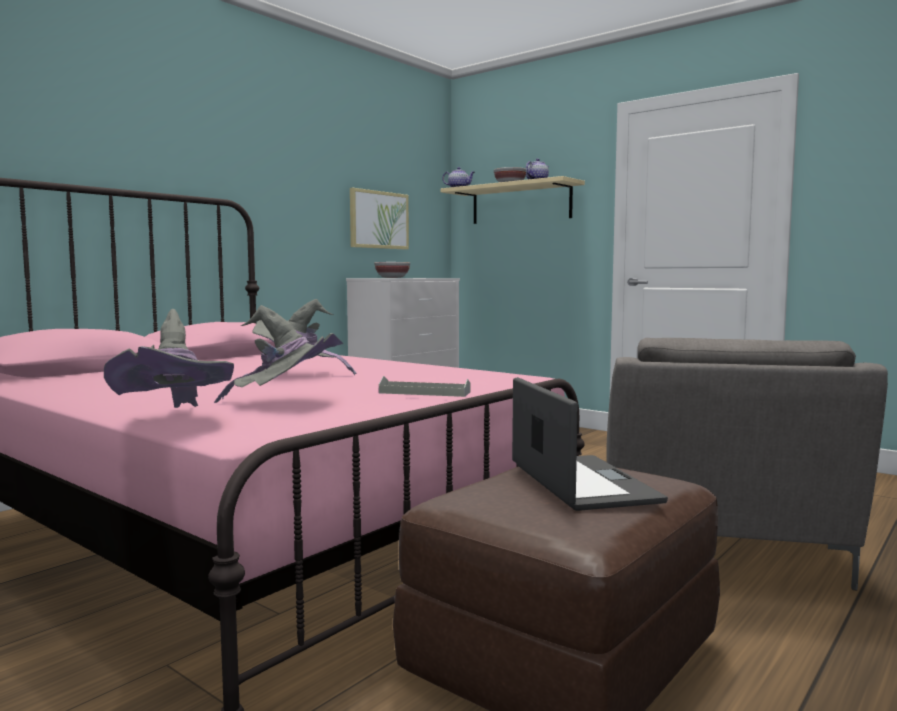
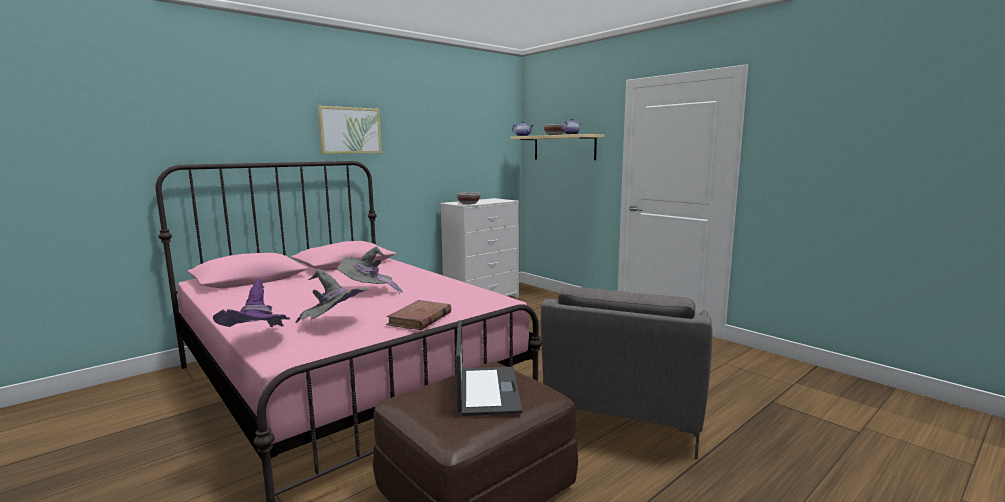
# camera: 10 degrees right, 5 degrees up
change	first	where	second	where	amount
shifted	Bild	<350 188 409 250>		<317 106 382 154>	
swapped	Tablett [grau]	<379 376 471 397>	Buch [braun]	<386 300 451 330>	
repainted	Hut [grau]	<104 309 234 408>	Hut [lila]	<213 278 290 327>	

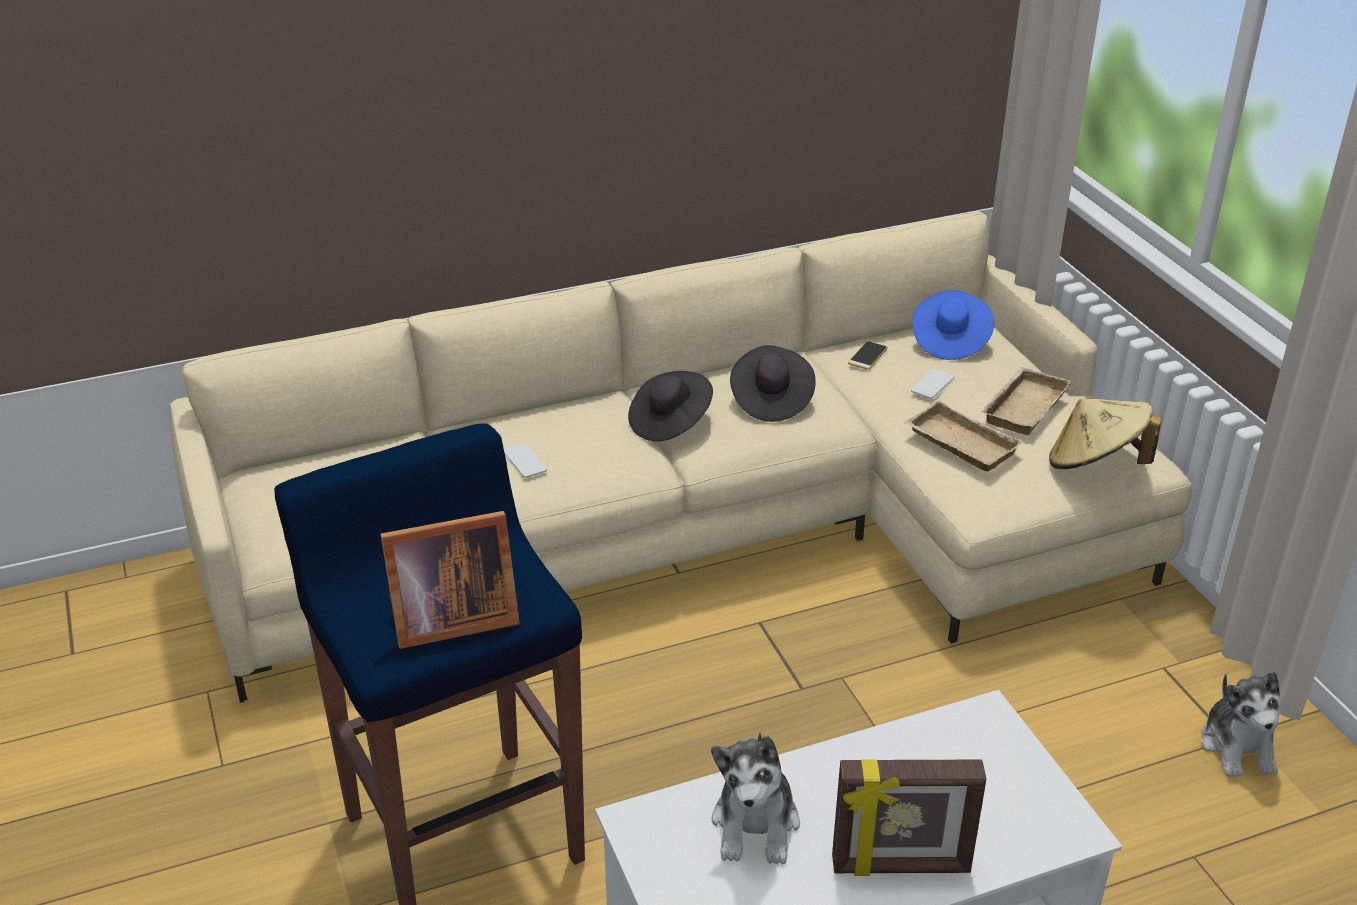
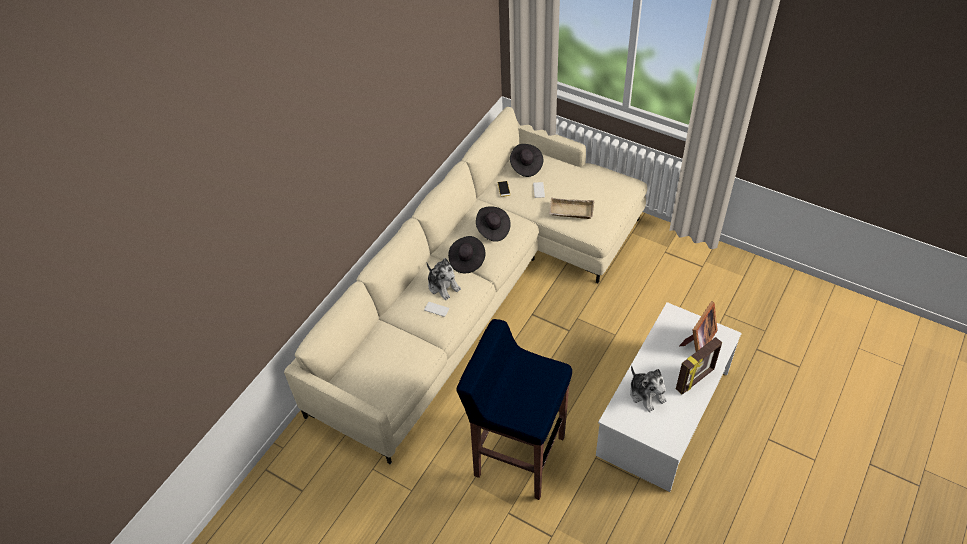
# camera: 35 degrees left, 15 degrees up
change	first	where	second	where	amount
gone	Tablett [beige]	<981 367 1071 435>			
gone	Hut [beige]	<1049 398 1162 469>			
shifted	Bilderrahmen	<380 511 520 649>		<679 301 718 352>	
shifted	Plüschtier	<1201 672 1281 777>		<427 258 461 300>	
repainted	Hut [blau]	<912 290 994 360>	Hut [schwarz]	<510 144 543 177>	

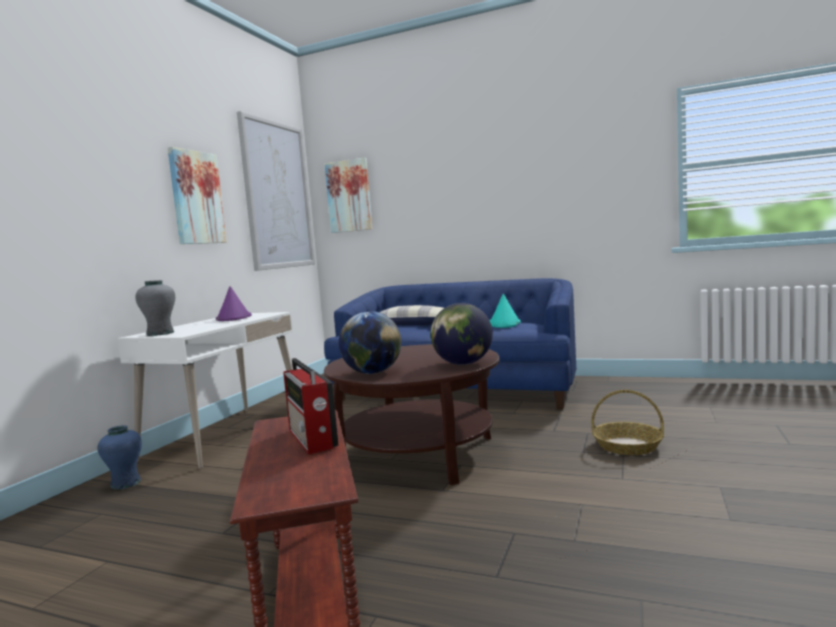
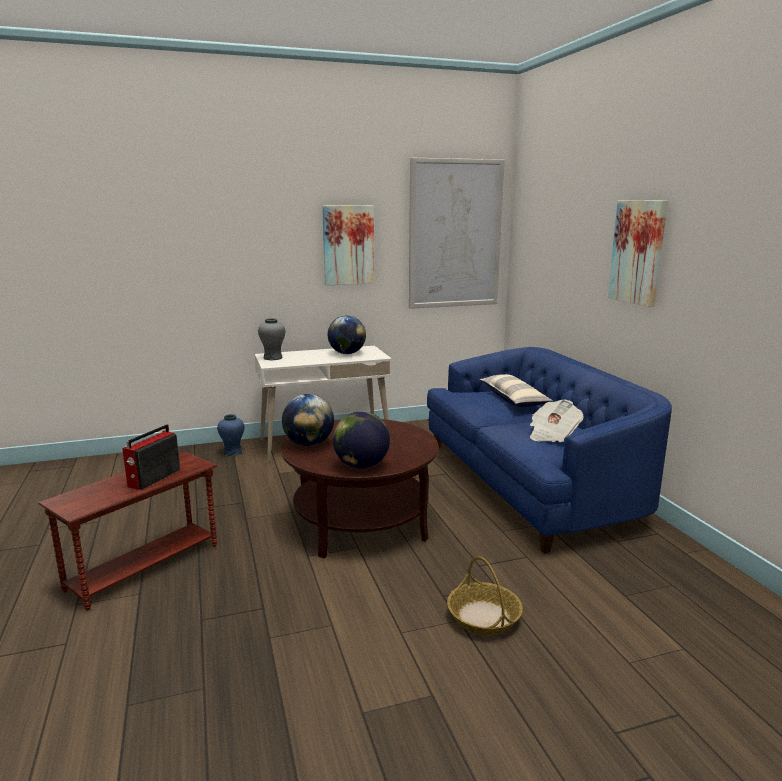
# camera: 50 degrees right, 10 degrees up
change	first	where	second	where	amount
shifted	Bild	<324 158 372 233>		<608 200 668 307>	
swapped	Hut [lila]	<216 286 252 321>	Globus	<328 316 366 354>	
swapped	Hut [türkis]	<490 294 521 328>	Zeitung	<530 400 583 442>	

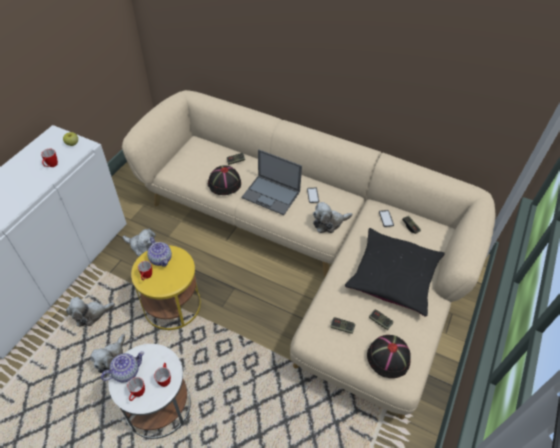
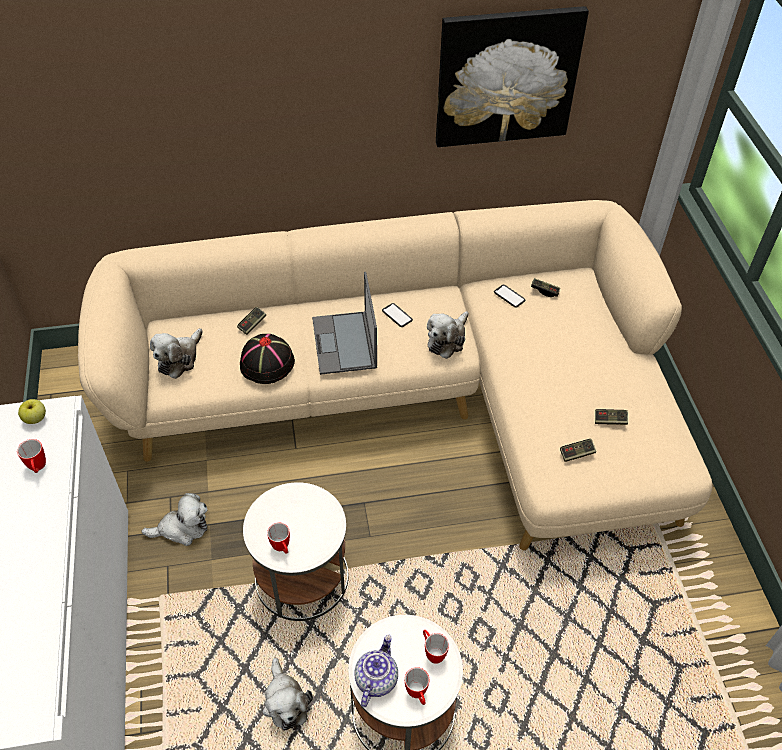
# camera: 35 degrees left, 0 degrees up
change	first	where	second	where	amount
gone	Teekanne	<147 237 172 267>			
gone	Kissen [schwarz]	<345 228 445 316>			
gone	Hut [schwarz]	<367 335 411 378>			
new			Bild	<436 6 589 147>	
shifted	Plüschtier	<66 297 115 327>		<150 328 203 379>	
repainted	Beistelltisch [gelb]	<131 245 201 330>	Beistelltisch [weiß]	<243 482 348 621>	
rotated	Laptop	<242 149 302 215>		<312 272 377 375>	90 degrees clockwise

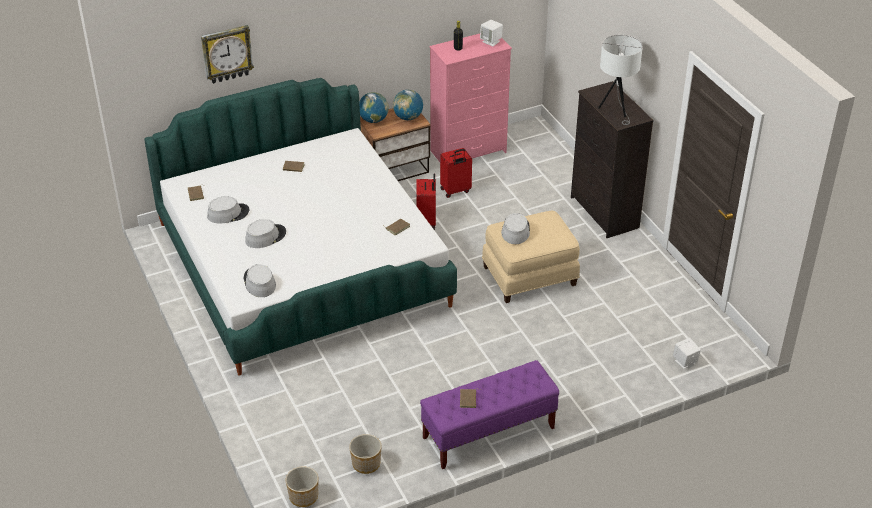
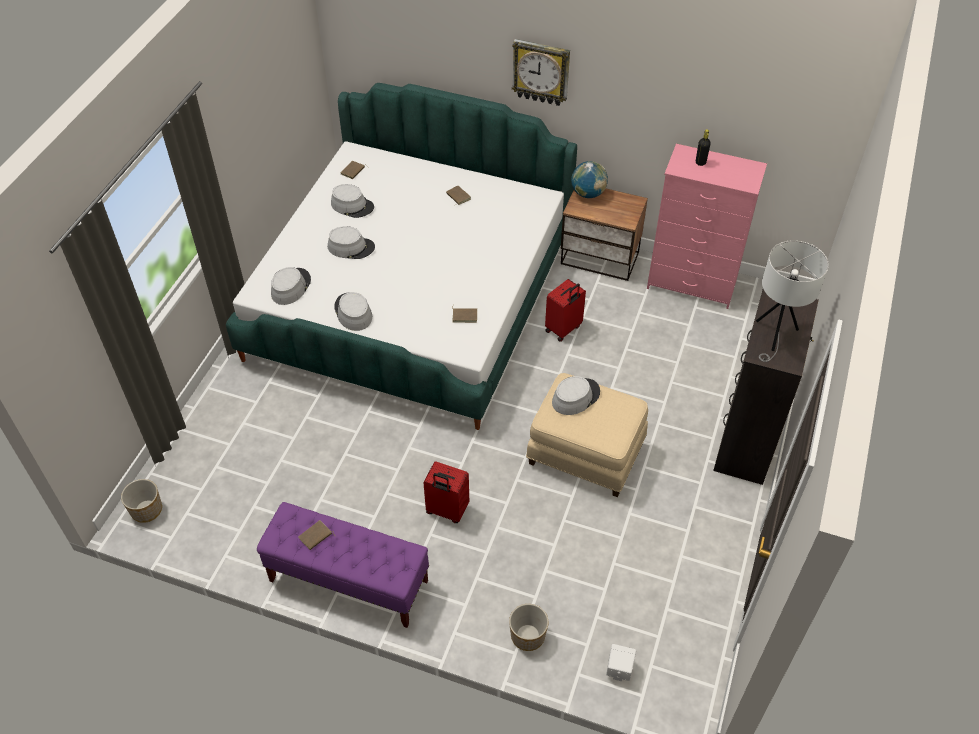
# camera: 45 degrees right, 10 degrees up
change	first	where	second	where	amount
gone	Globus	<393 90 423 120>			
gone	Lautsprecher [weiß]	<480 20 503 46>			
new			Hut [grau]	<334 292 372 331>	
shifted	Wanduhr	<201 25 254 84>		<512 39 570 106>	
shifted	Pflanzkübel	<349 434 381 474>		<509 604 549 651>	
shifted	Koffer [rot]	<440 148 472 198>		<424 461 469 523>	

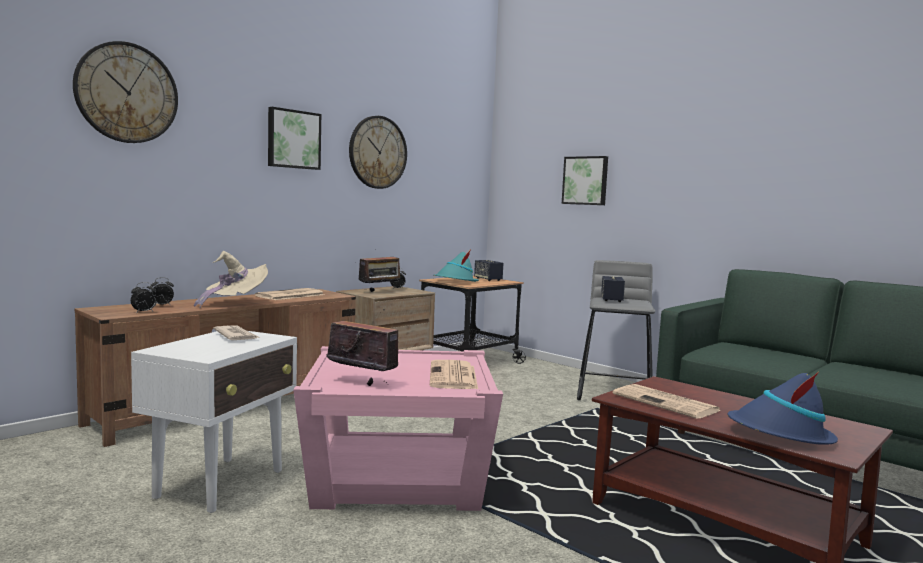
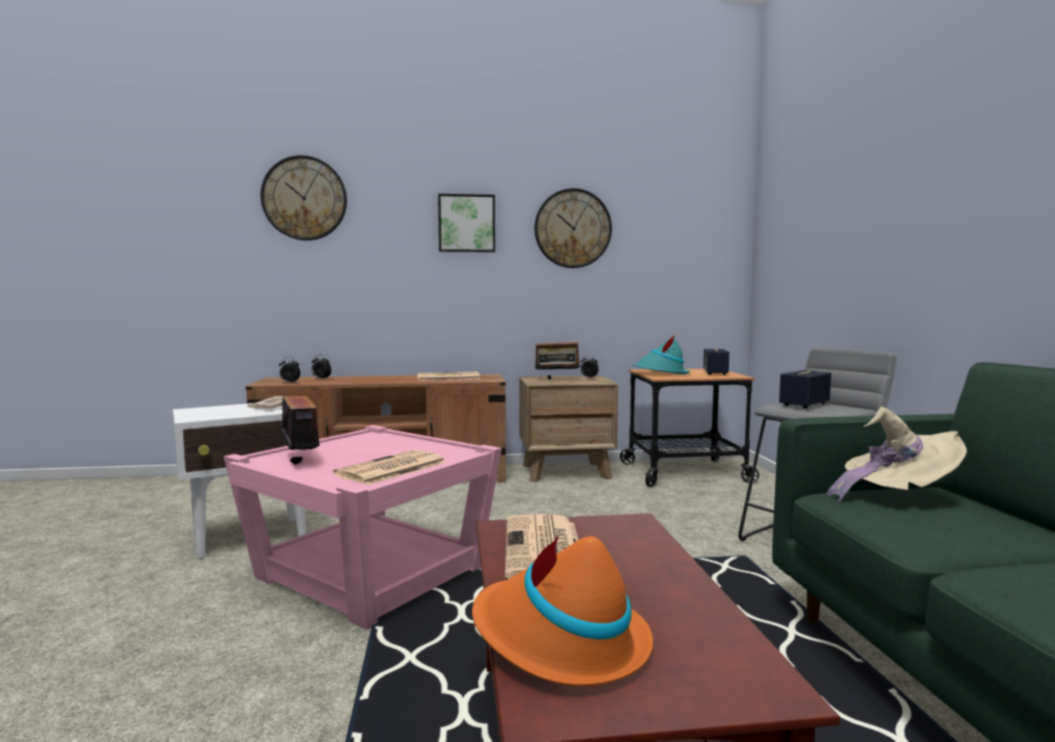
# camera: 40 degrees right, 0 degrees up
change	first	where	second	where	amount
gone	Bild	<562 156 608 205>			
shifted	Hut [beige]	<194 251 268 308>		<826 407 967 503>	
repainted	Hut [blau]	<728 372 838 445>	Hut [orange]	<472 536 653 686>	

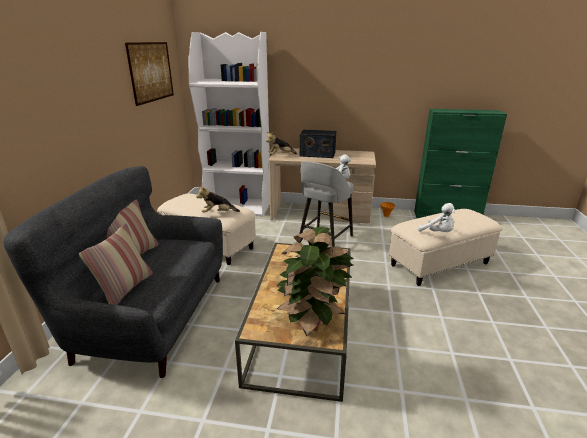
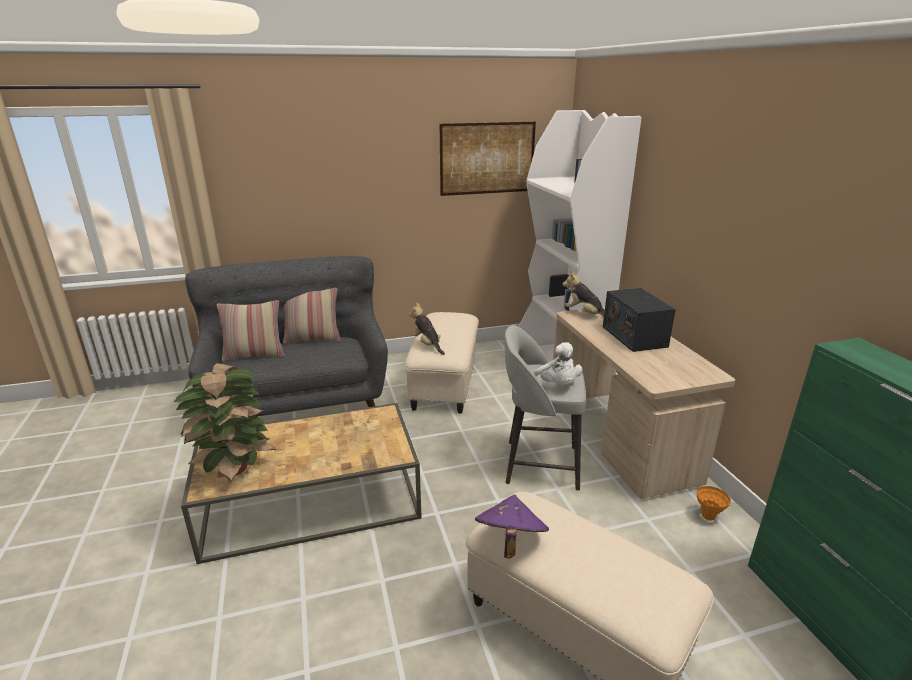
# camera: 65 degrees right, 0 degrees up
change	first	where	second	where	amount
swapped	Plüschtier [weiß]	<418 203 455 232>	Hut [lila]	<475 495 549 558>	

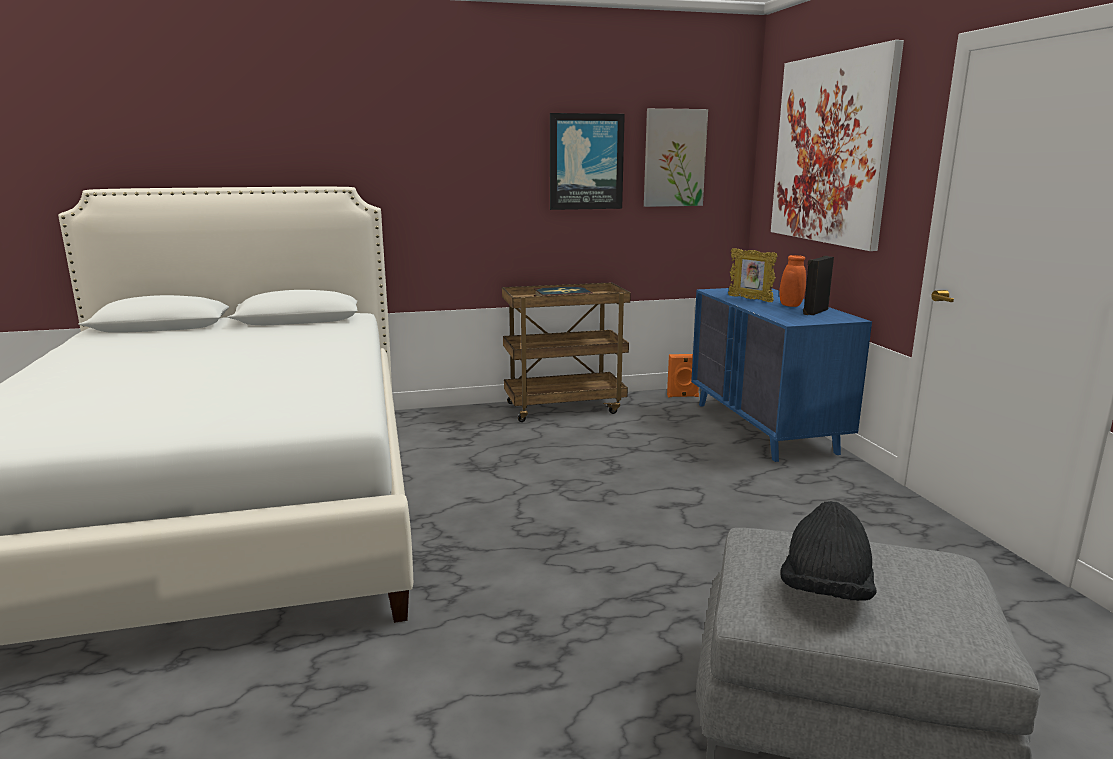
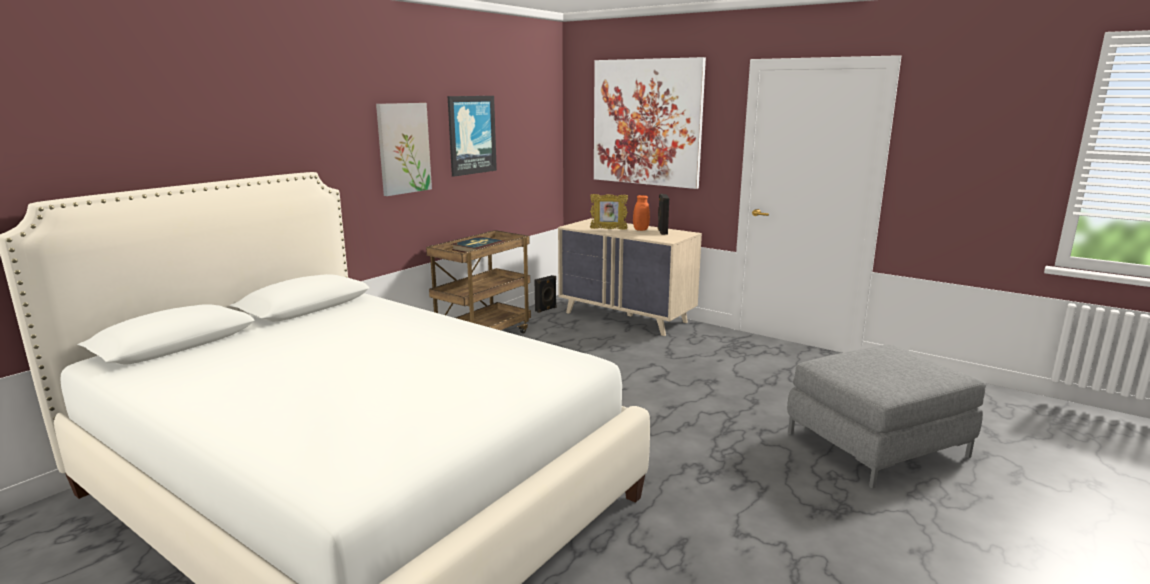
# camera: 40 degrees left, 0 degrees up
change	first	where	second	where	amount
gone	Hut [schwarz]	<780 501 877 601>			
shifted	Bild	<644 108 708 207>		<376 103 432 196>	
repainted	Lautsprecher [orange]	<667 354 699 397>	Lautsprecher [schwarz]	<535 275 557 313>	
repainted	Kommode [blau]	<691 288 872 462>	Kommode [beige]	<558 218 702 336>	

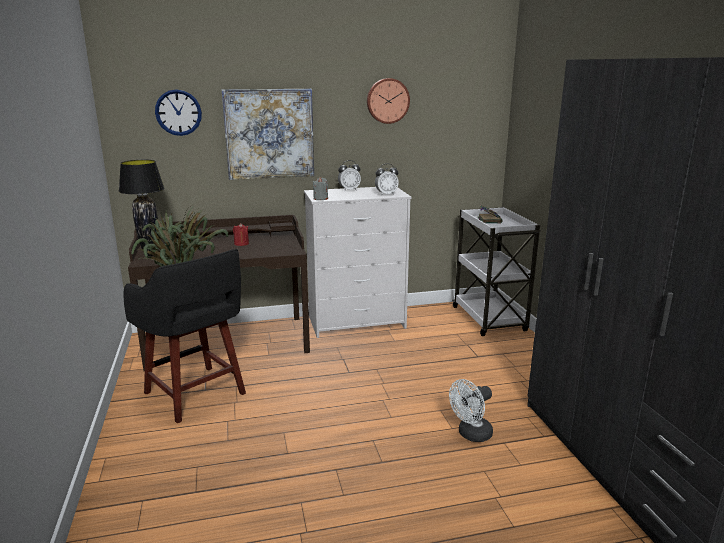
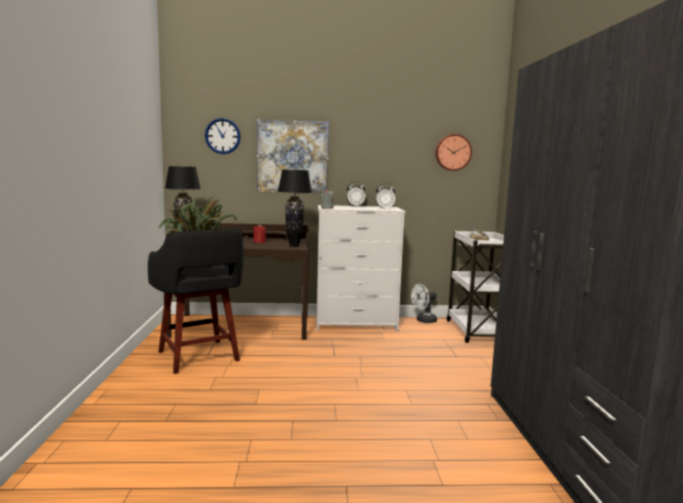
# camera: 10 degrees right, 10 degrees down
change	first	where	second	where	amount
new			Tischlampe [schwarz]	<278 170 312 247>	
shifted	Wanduhr	<367 78 410 124>		<435 134 472 171>	
shifted	Ventilator [weiß]	<449 379 493 442>		<411 284 437 323>	

